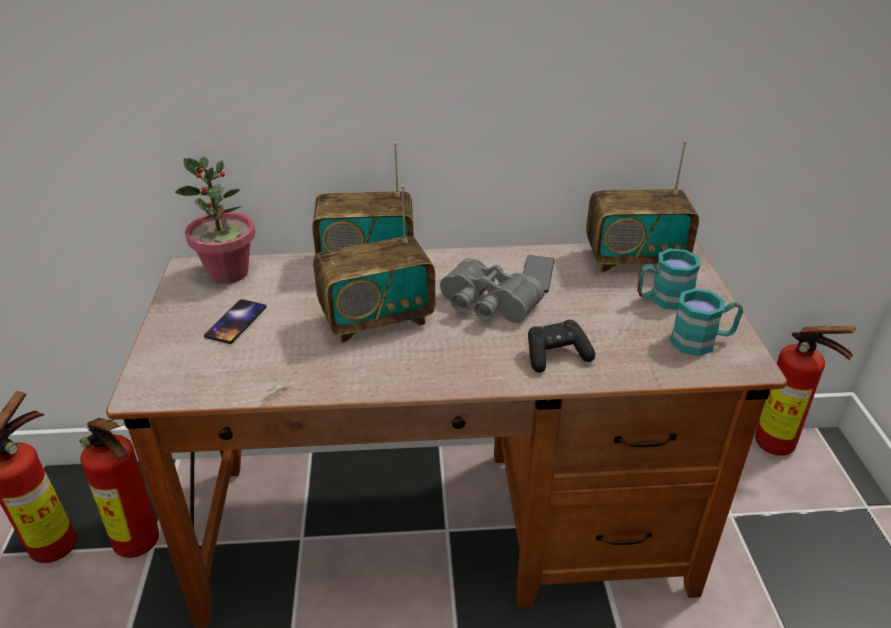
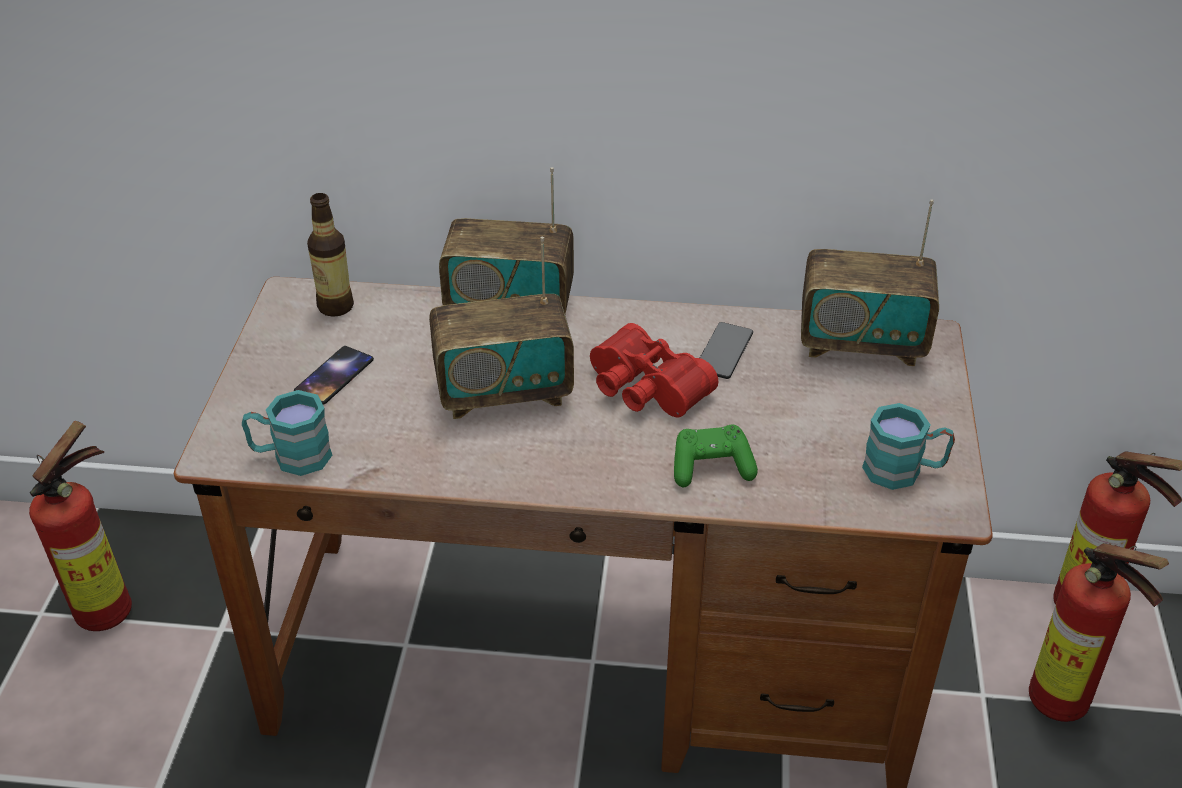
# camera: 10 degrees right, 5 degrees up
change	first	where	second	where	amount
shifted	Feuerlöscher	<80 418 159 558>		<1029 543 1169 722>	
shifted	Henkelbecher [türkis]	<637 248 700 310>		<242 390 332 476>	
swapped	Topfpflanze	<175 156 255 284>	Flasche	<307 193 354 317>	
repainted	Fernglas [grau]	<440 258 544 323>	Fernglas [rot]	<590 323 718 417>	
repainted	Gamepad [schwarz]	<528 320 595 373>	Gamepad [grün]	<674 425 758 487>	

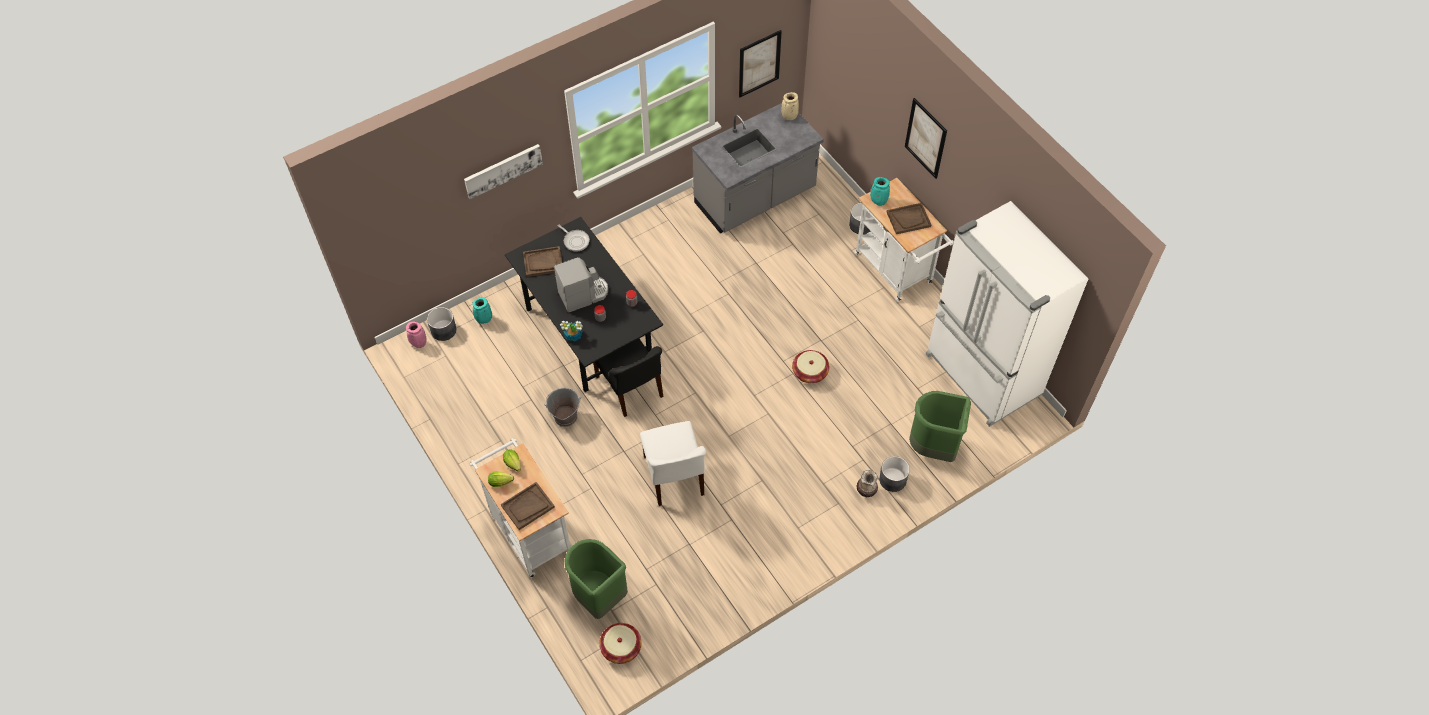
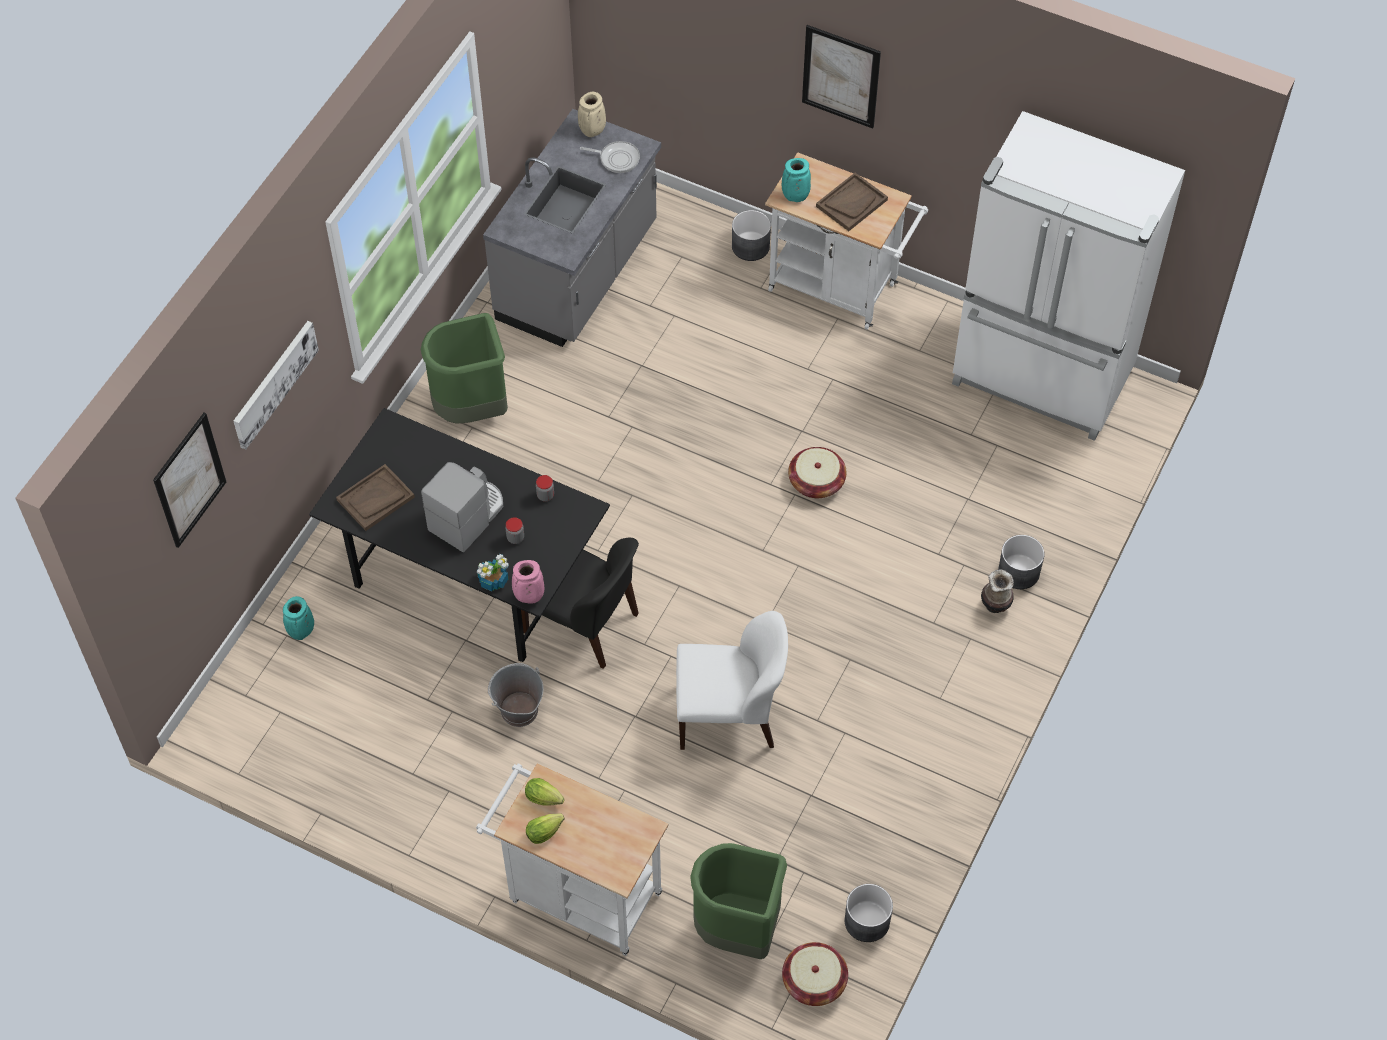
# camera: 30 degrees left, 0 degrees up
change	first	where	second	where	amount
gone	Tablett [braun]	<501 482 555 530>			
shifted	Vase [rosa]	<406 321 427 348>		<512 560 544 604>	
shifted	Pflanzkübel [grau]	<427 307 457 341>		<845 884 893 942>	
shifted	Pfanne	<558 224 590 252>		<580 141 640 173>	
shifted	Bild	<739 30 782 97>		<153 413 226 548>	
shifted	Mülleimer [grün]	<909 391 971 462>		<421 313 508 424>	
rotated	Stuhl [weiß]	<640 421 706 506>		<676 611 788 750>	45 degrees counterclockwise

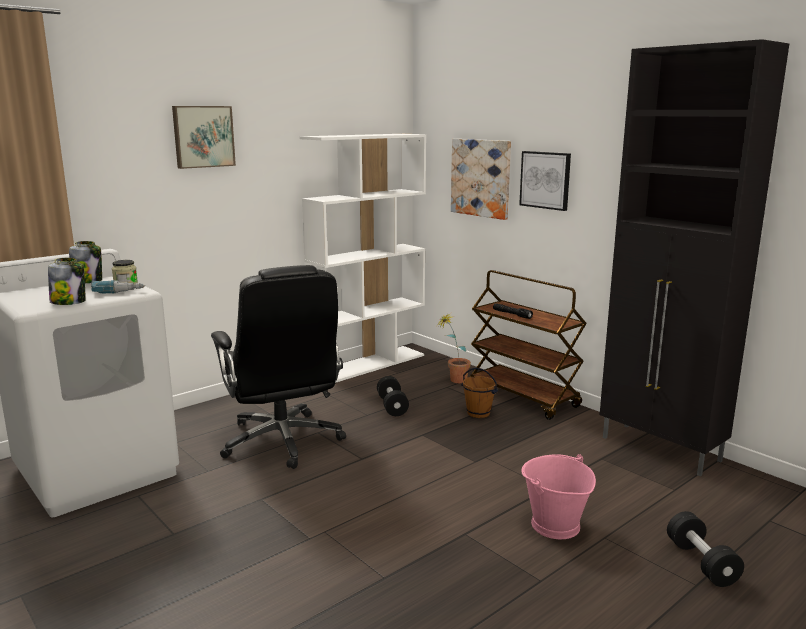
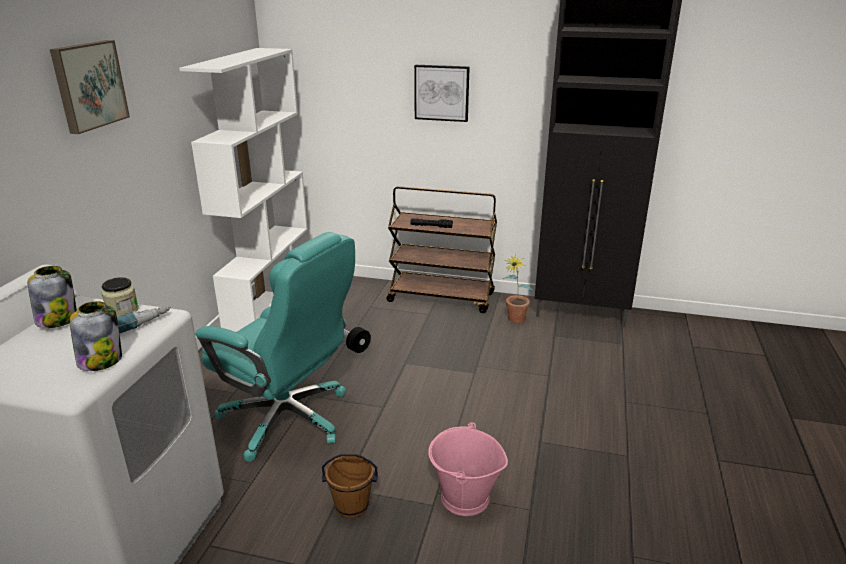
# camera: 35 degrees left, 10 degrees up
change	first	where	second	where	amount
gone	Bild	<451 139 511 220>			
gone	Hantel [schwarz]	<667 511 744 587>			
shifted	Topfpflanze	<438 313 471 383>		<503 254 533 323>	
shifted	Eimer [braun]	<461 368 498 418>		<322 454 378 519>	
shifted	Eimer [rosa]	<521 454 596 539>		<428 422 508 516>	
repainted	Bürostuhl [schwarz]	<211 265 346 469>	Bürostuhl [türkis]	<195 232 355 462>	

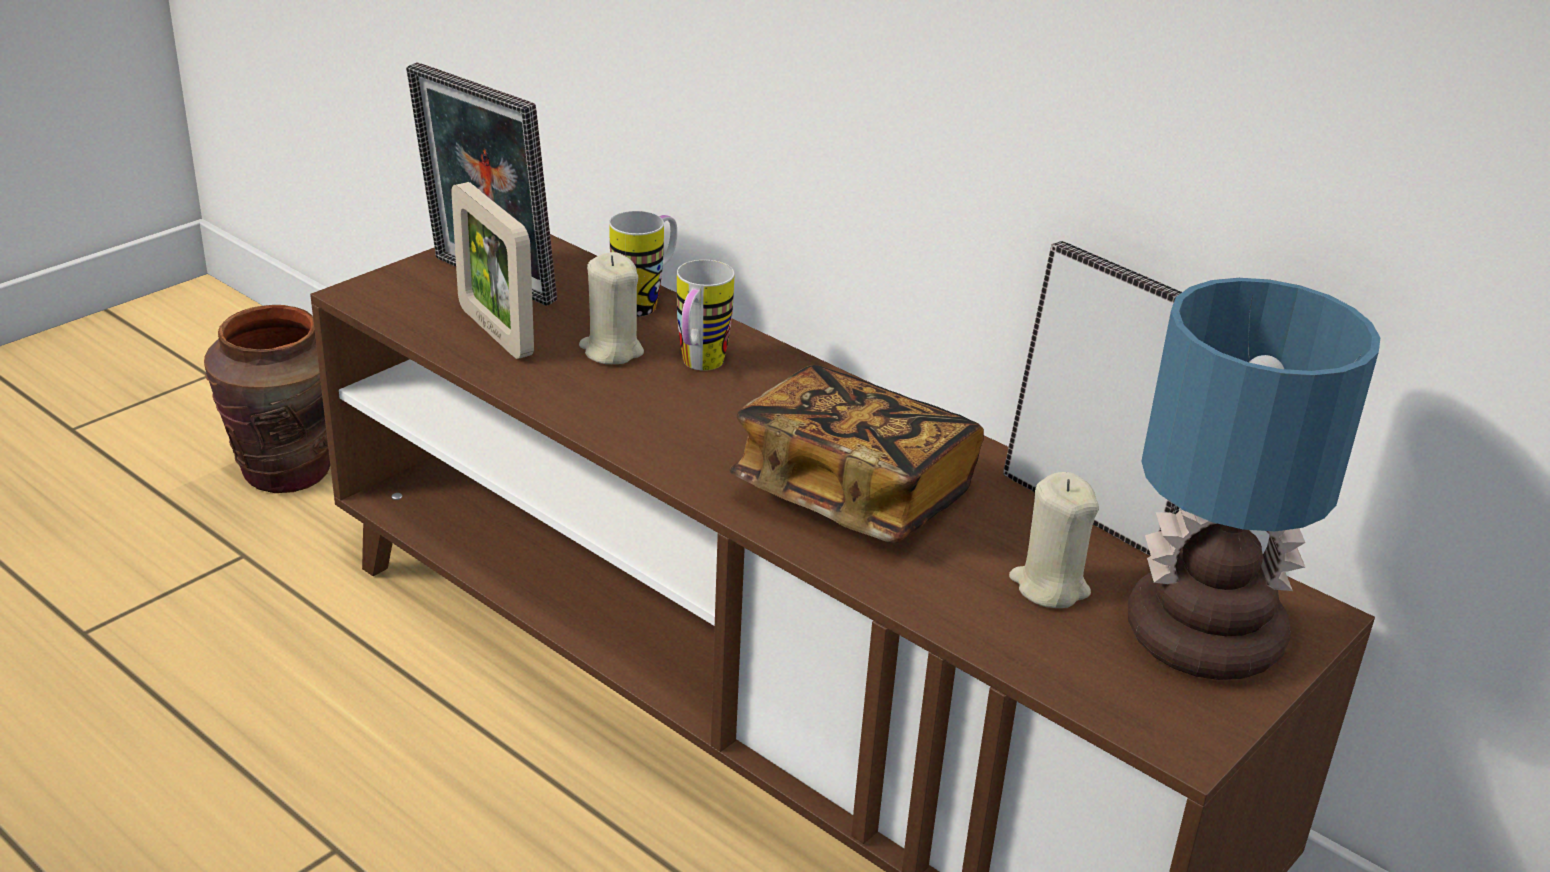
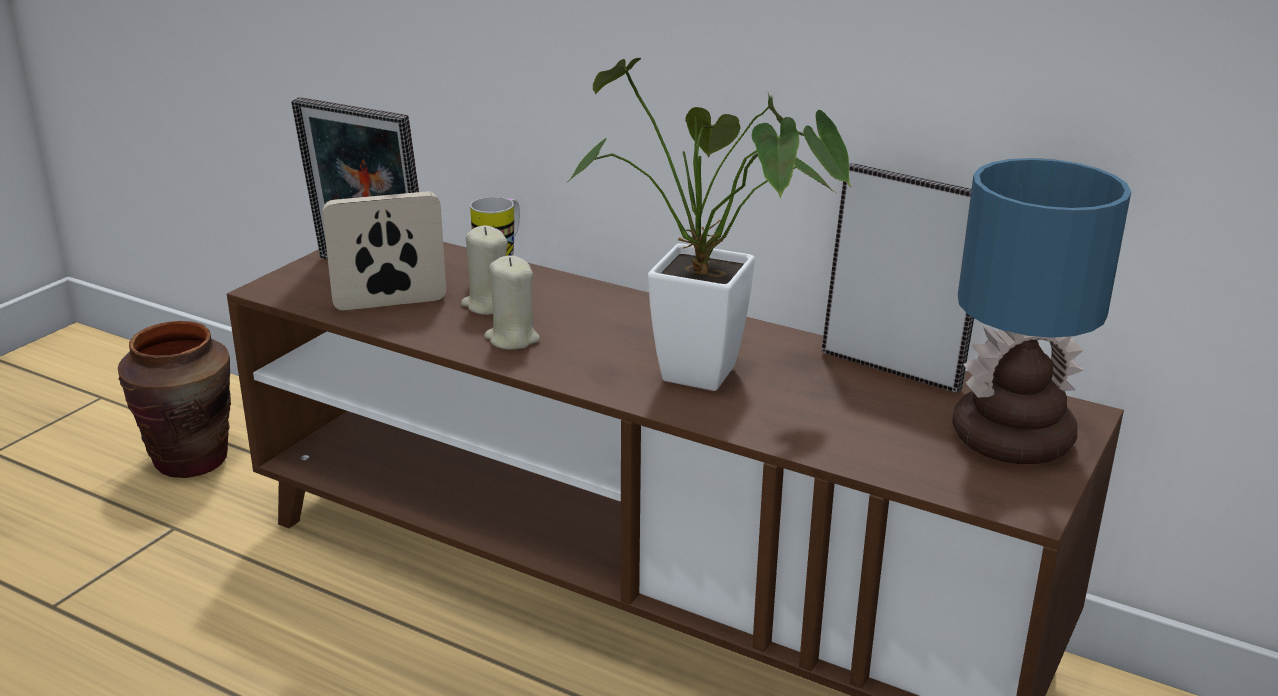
# camera: 10 degrees left, 5 degrees down
change	first	where	second	where	amount
gone	Henkelbecher	<677 260 735 371>			
shifted	Kerze [beige]	<1009 472 1099 608>		<484 255 540 350>	
swapped	Buch	<729 365 984 543>	Topfpflanze	<567 58 851 391>	
rotated	Bilderrahmen	<451 182 534 359>		<322 192 446 311>	120 degrees clockwise

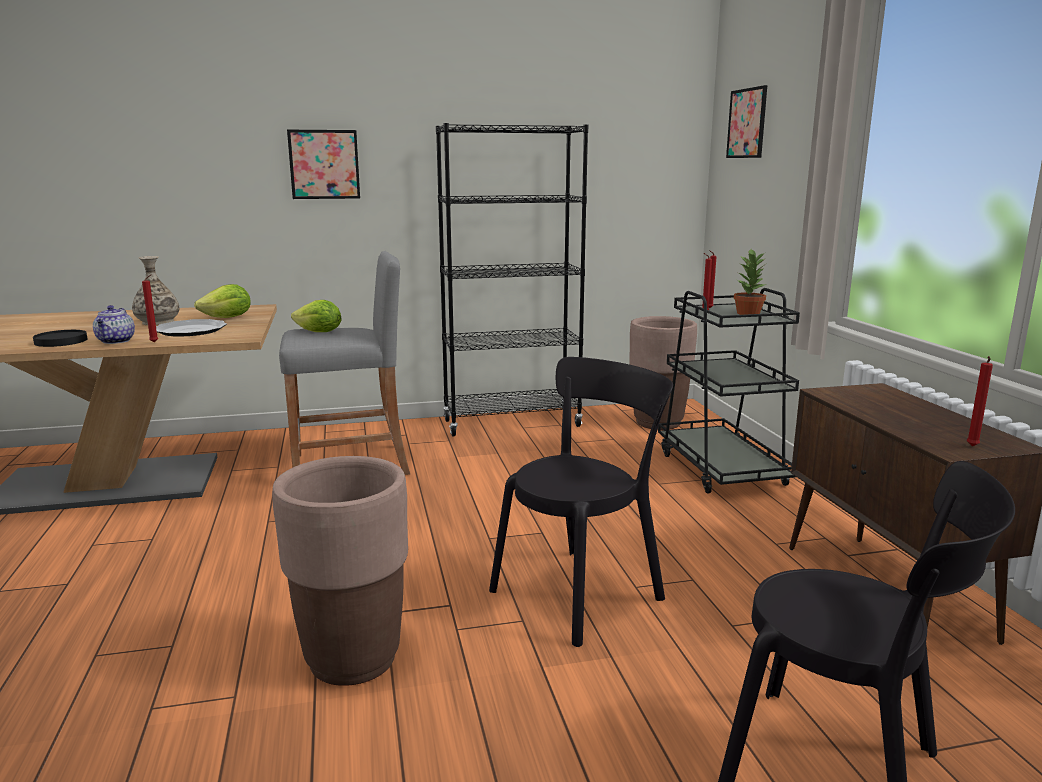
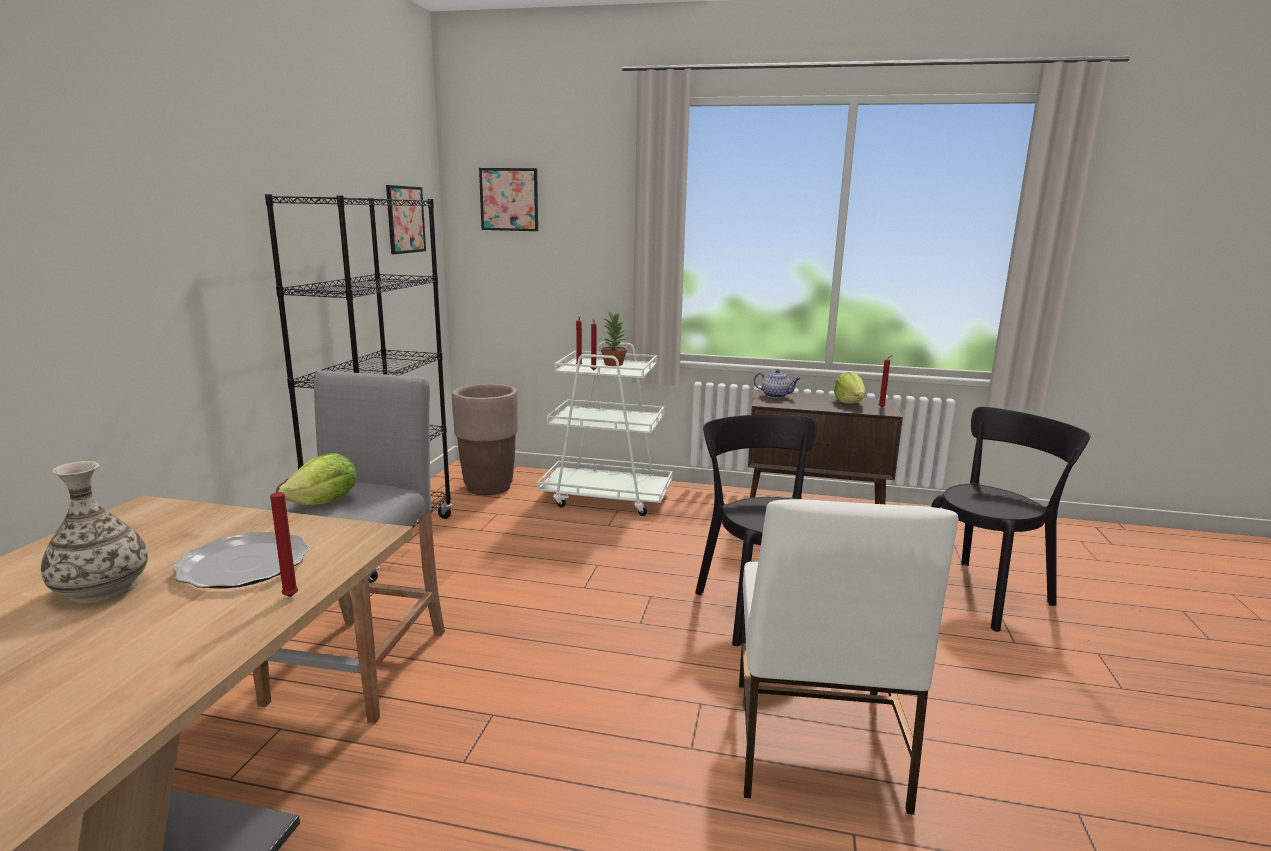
# camera: 65 degrees left, 0 degrees up
change	first	where	second	where	amount
gone	Teller [schwarz]	<33 330 87 347>			
shifted	Teekanne	<93 305 135 344>		<754 369 800 398>	
shifted	Salatkopf	<194 284 251 318>		<834 372 866 404>	
shifted	Bild	<287 130 360 199>		<386 185 426 254>	
swapped	Pflanzkübel [braun]	<272 456 408 686>	Stuhl [weiß]	<739 499 958 815>	
repainted	Rollwagen [schwarz]	<658 288 800 494>	Rollwagen [weiß]	<537 342 673 516>	

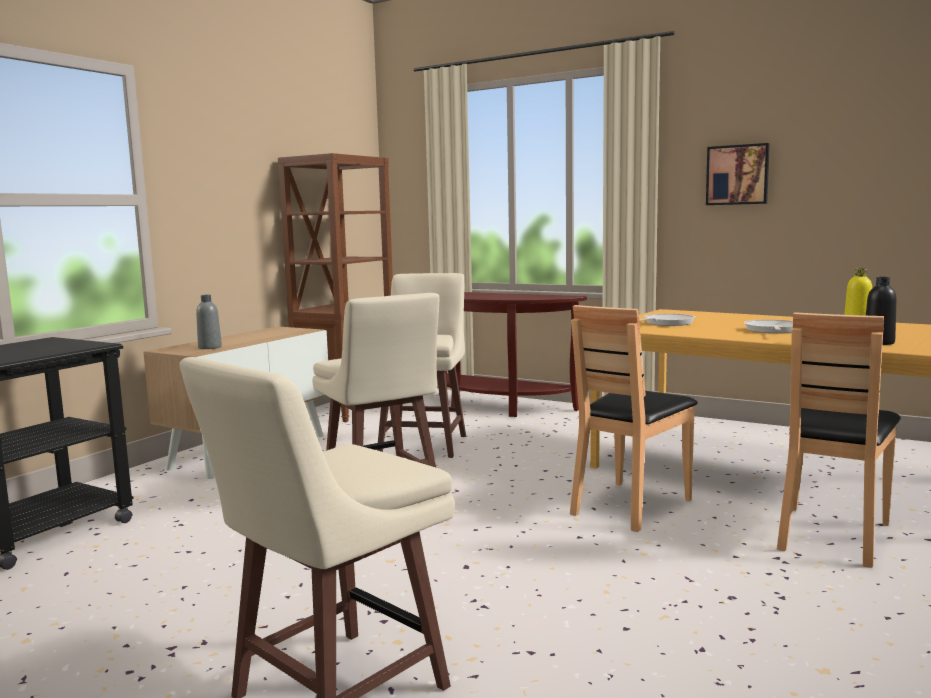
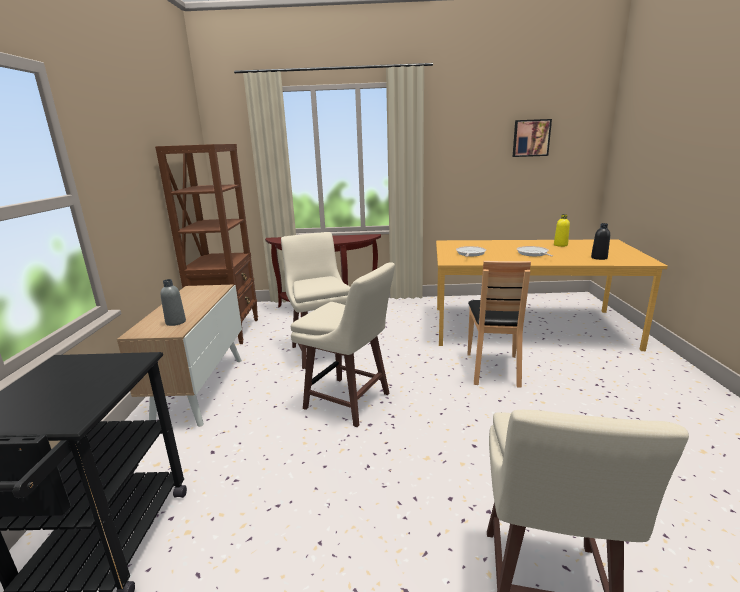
# camera: 30 degrees left, 10 degrees up
change	first	where	second	where	amount
gone	Stuhl [braun]	<777 312 901 568>			
shifted	Bild	<706 143 770 205>		<513 119 552 157>	

